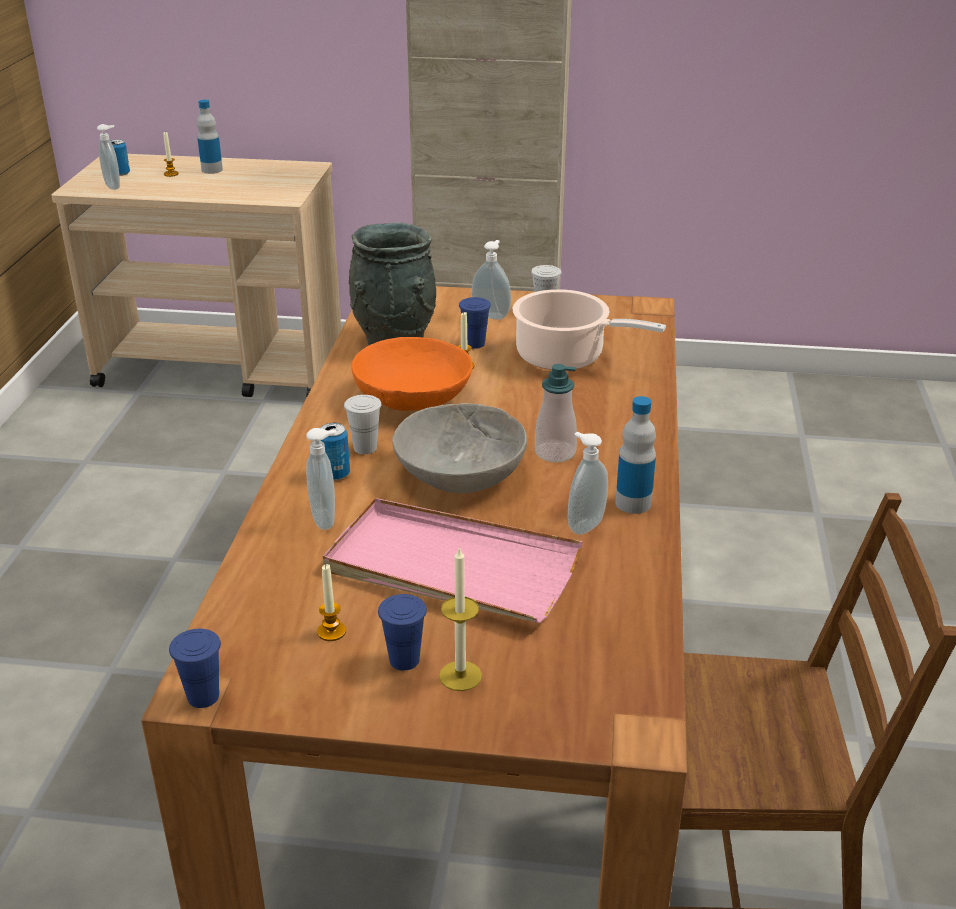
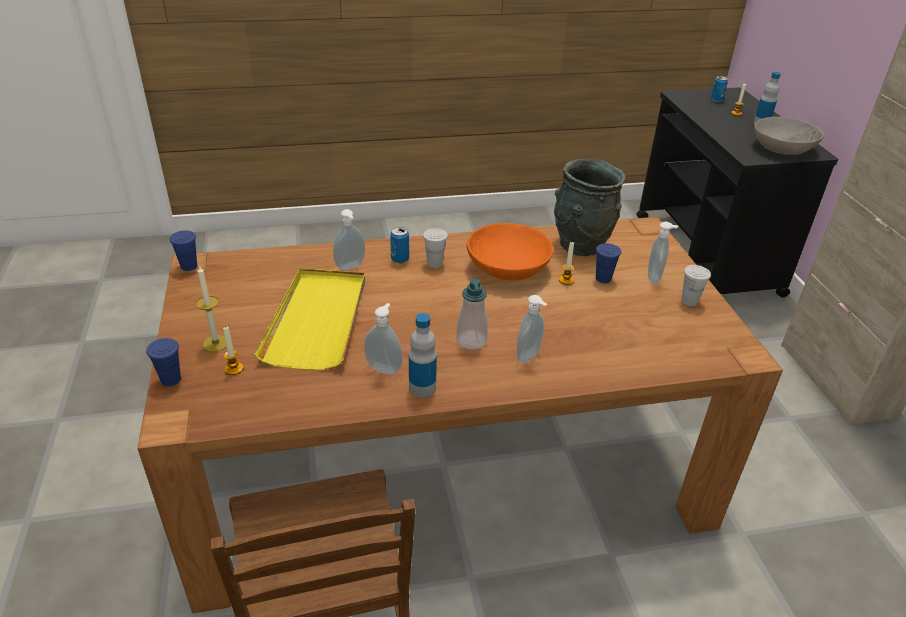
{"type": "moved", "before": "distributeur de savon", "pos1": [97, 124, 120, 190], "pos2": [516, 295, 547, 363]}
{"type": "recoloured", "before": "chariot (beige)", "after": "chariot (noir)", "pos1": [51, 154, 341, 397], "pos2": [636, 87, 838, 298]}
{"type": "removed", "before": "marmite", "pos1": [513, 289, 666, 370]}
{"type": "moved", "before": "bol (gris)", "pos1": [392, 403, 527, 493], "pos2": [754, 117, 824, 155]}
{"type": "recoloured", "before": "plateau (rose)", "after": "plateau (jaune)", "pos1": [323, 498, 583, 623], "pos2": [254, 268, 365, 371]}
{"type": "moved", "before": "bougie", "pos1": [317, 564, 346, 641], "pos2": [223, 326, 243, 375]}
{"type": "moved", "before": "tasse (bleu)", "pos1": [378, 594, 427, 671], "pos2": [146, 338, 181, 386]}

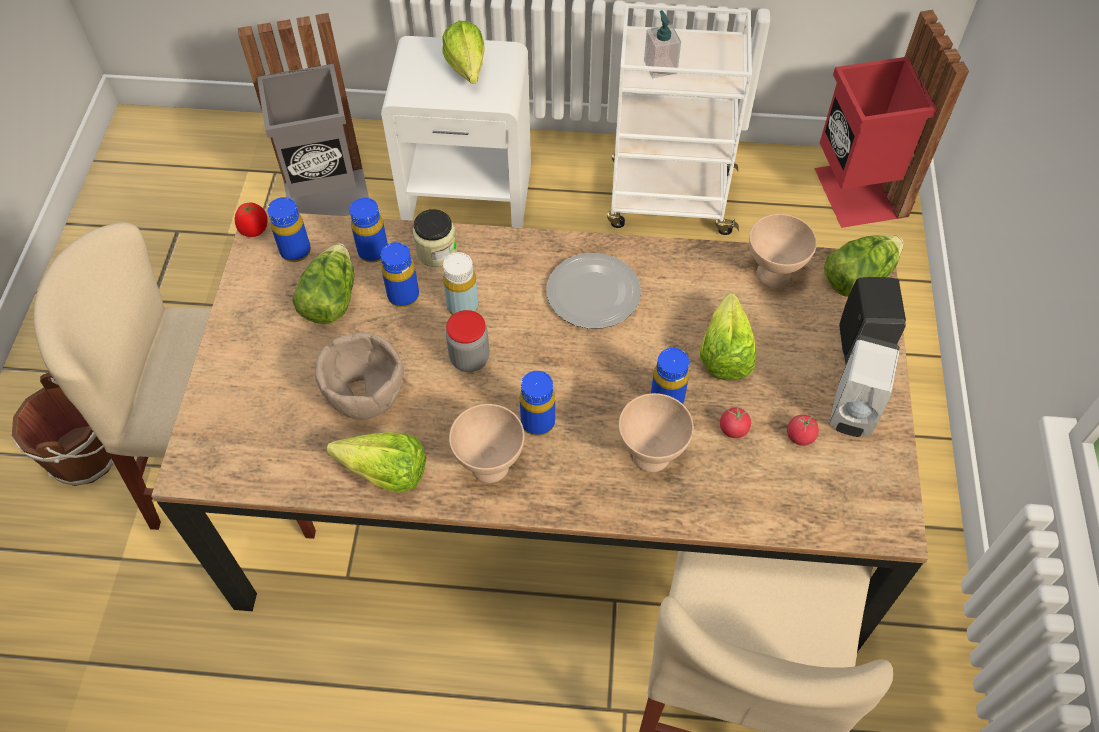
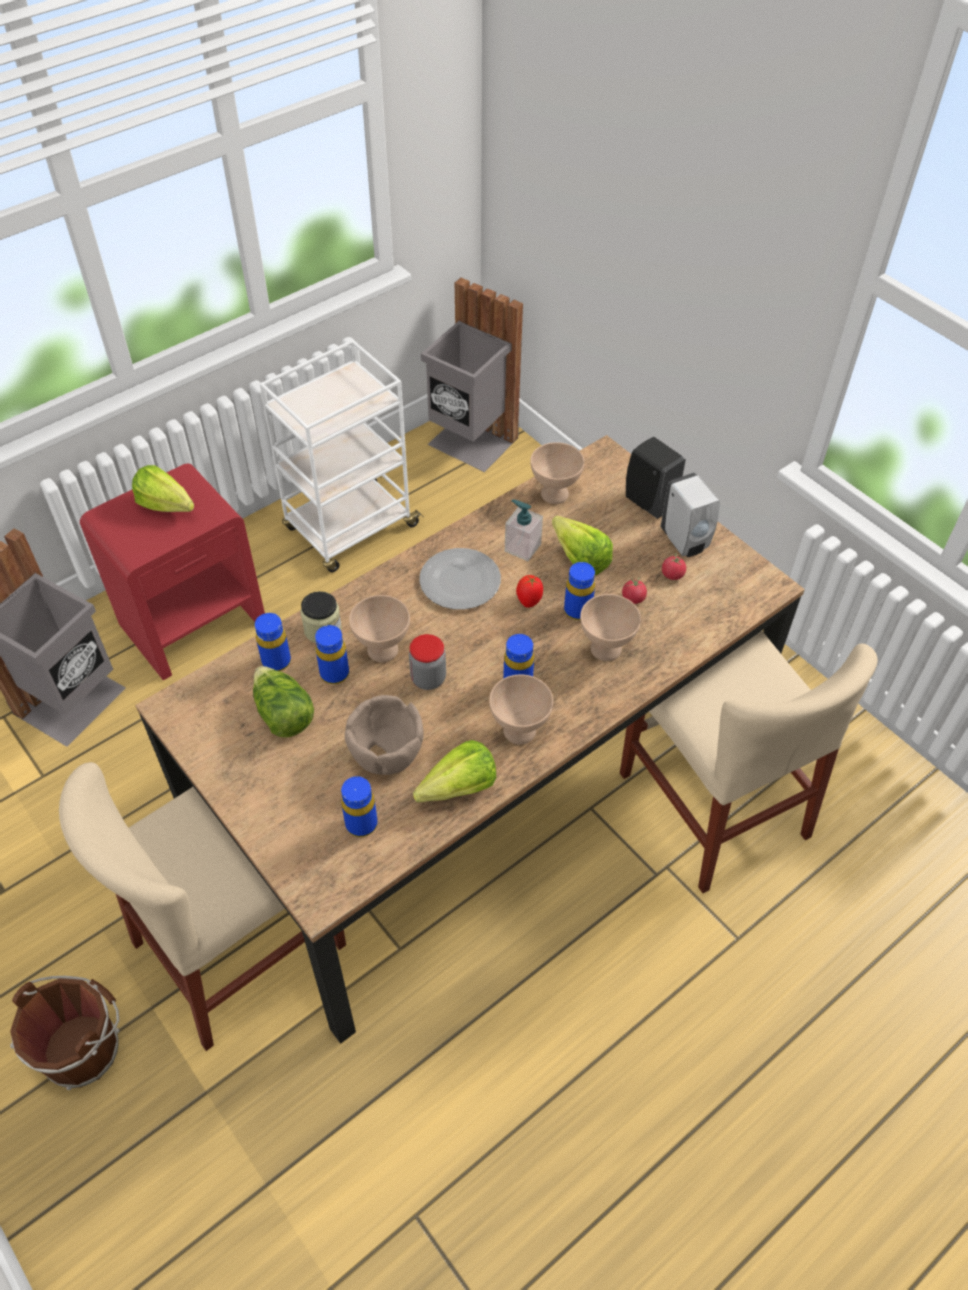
{"type": "moved", "before": "distributeur de savon", "pos1": [644, 10, 681, 78], "pos2": [505, 499, 543, 561]}
{"type": "recoloured", "before": "poubelle (rouge)", "after": "poubelle (gris)", "pos1": [814, 10, 969, 228], "pos2": [421, 278, 523, 472]}
{"type": "recoloured", "before": "table de chevet (blanc)", "after": "table de chevet (rouge)", "pos1": [381, 36, 531, 228], "pos2": [80, 464, 265, 680]}
{"type": "moved", "before": "bouteille (bleu)", "pos1": [268, 197, 311, 262], "pos2": [341, 776, 377, 837]}
{"type": "moved", "before": "tomate", "pos1": [235, 202, 267, 237], "pos2": [516, 575, 543, 608]}
{"type": "removed", "before": "laitue", "pos1": [824, 235, 903, 297]}
{"type": "replaced", "before": "bouteille (jaune)", "after": "bol (beige)", "pos1": [443, 252, 479, 315], "pos2": [349, 595, 410, 662]}

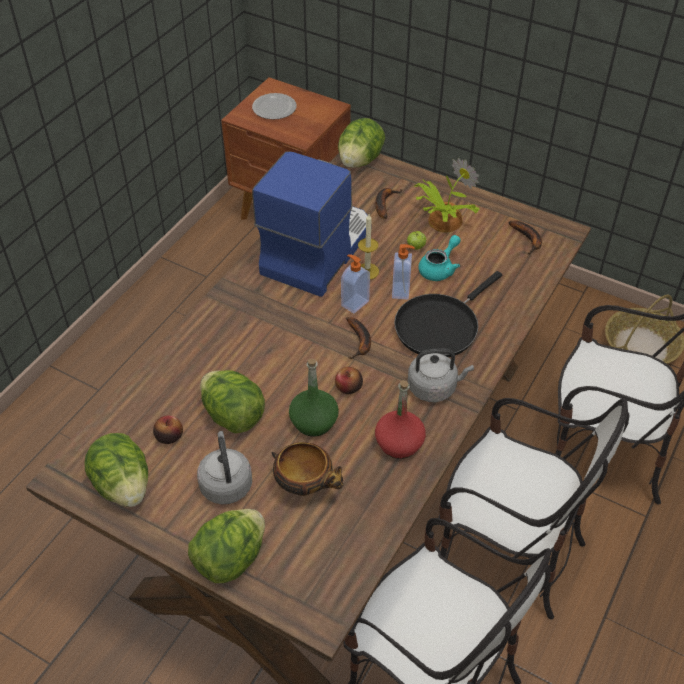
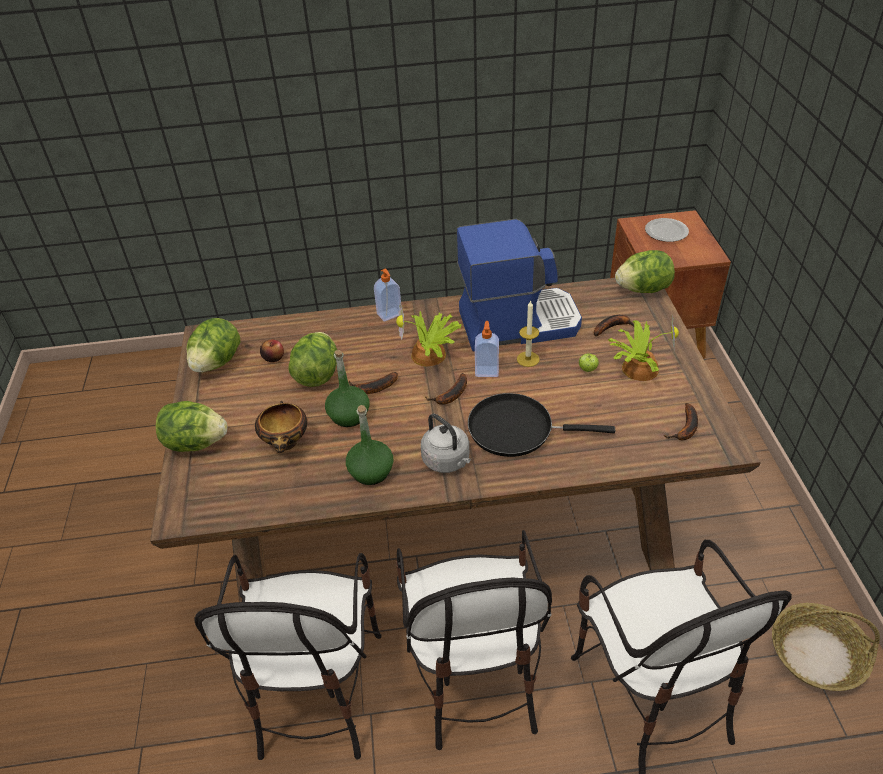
{"type": "removed", "before": "théière (turquoise)", "pos1": [419, 235, 461, 281]}
{"type": "moved", "before": "distributeur de savon", "pos1": [392, 244, 415, 300], "pos2": [374, 268, 401, 322]}
{"type": "removed", "before": "pomme", "pos1": [335, 367, 363, 394]}
{"type": "recoloured", "before": "bouteille (rouge)", "after": "bouteille (vert)", "pos1": [375, 380, 426, 459], "pos2": [346, 405, 393, 485]}
{"type": "removed", "before": "bouilloire (gris)", "pos1": [197, 431, 252, 504]}
{"type": "added", "after": "plante en pot", "pos2": [396, 305, 461, 367]}
{"type": "added", "after": "banane", "pos2": [349, 372, 398, 394]}

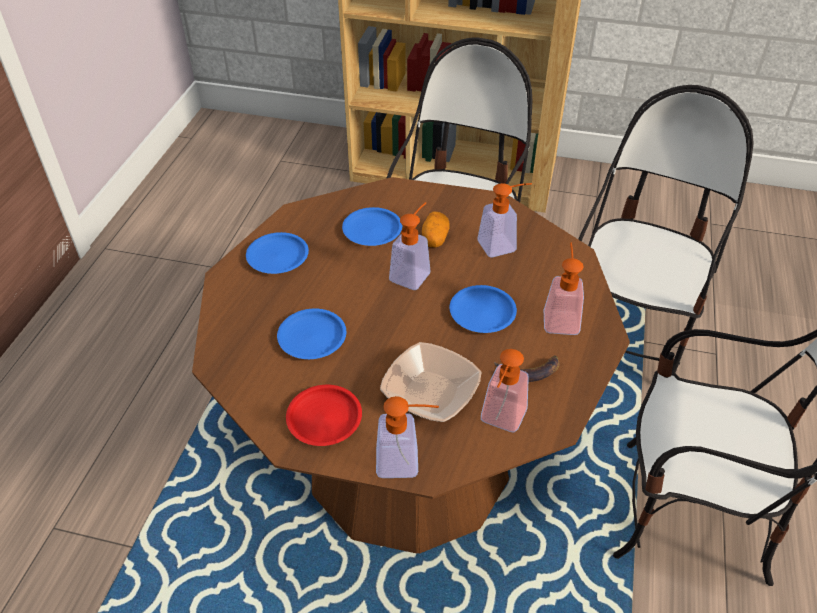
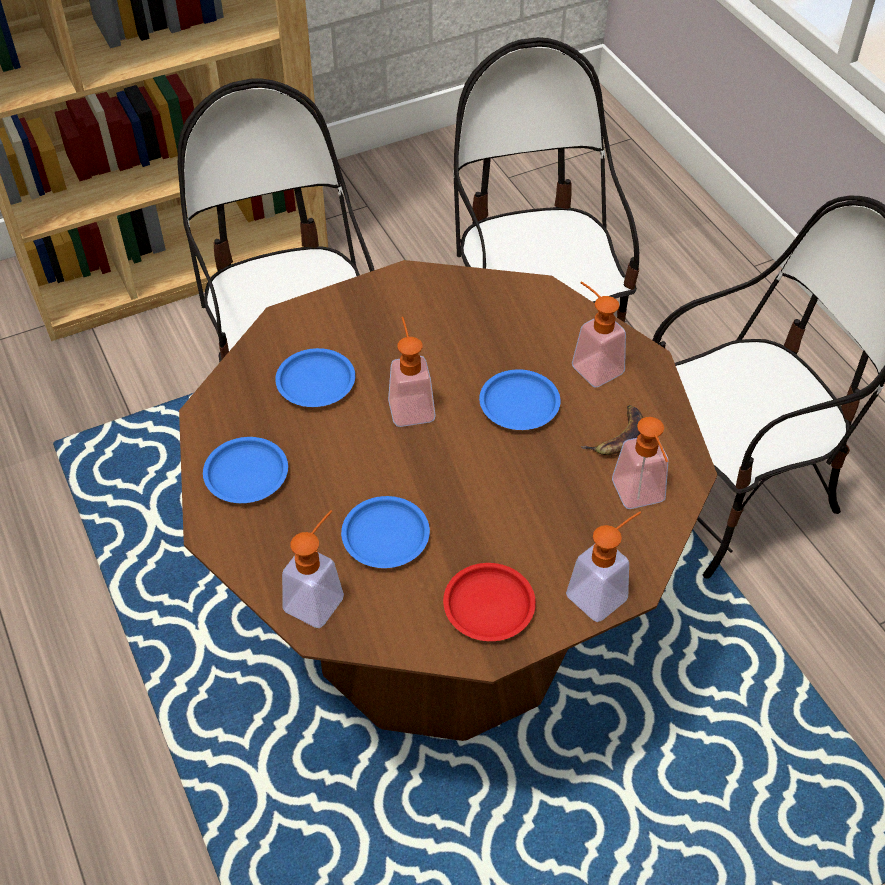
{"type": "moved", "before": "distributeur de savon", "pos1": [477, 183, 532, 257], "pos2": [282, 510, 344, 628]}
{"type": "removed", "before": "pomme de terre", "pos1": [422, 211, 450, 248]}
{"type": "removed", "before": "bol", "pos1": [380, 342, 481, 422]}

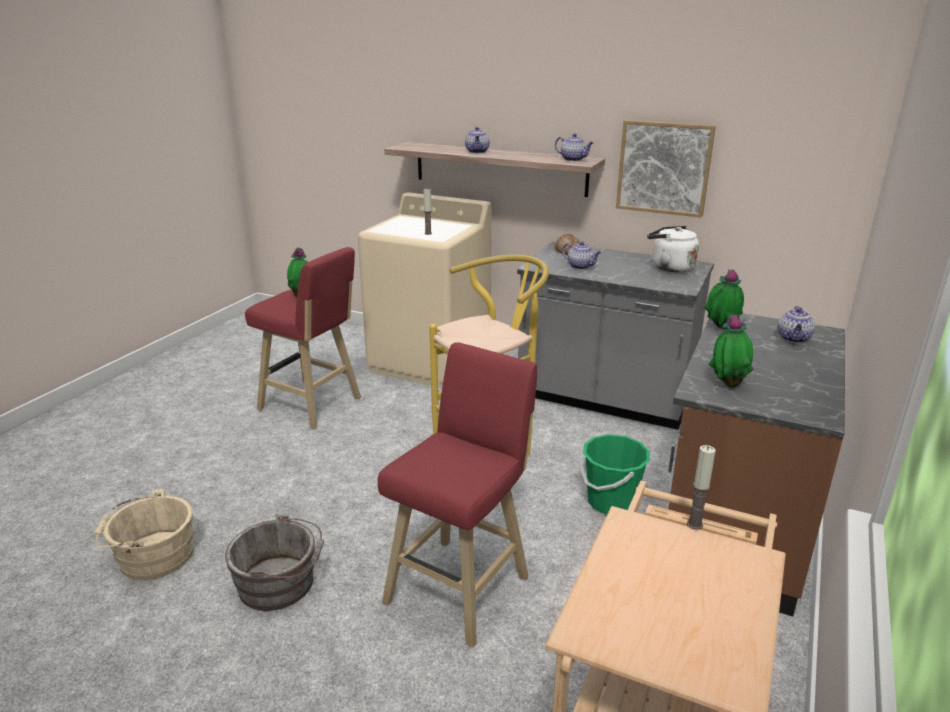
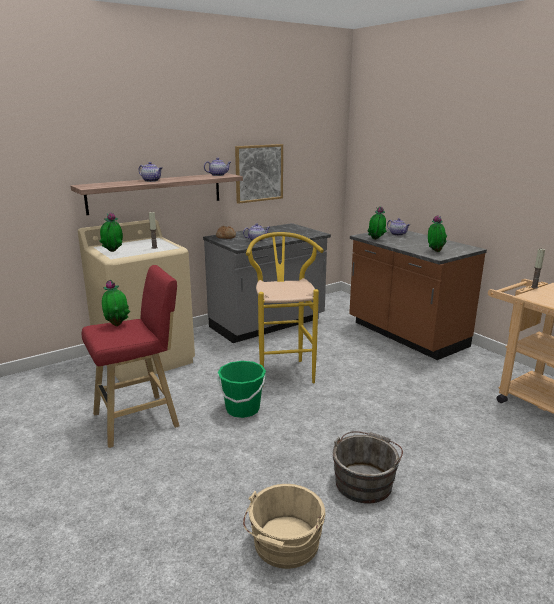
{"type": "removed", "before": "bouilloire (blanc)", "pos1": [647, 226, 699, 272]}
{"type": "removed", "before": "tabouret (rouge)", "pos1": [378, 342, 537, 648]}
{"type": "moved", "before": "seau (vert)", "pos1": [581, 434, 650, 514], "pos2": [217, 361, 266, 418]}
{"type": "added", "after": "plante en pot", "pos2": [99, 212, 123, 252]}

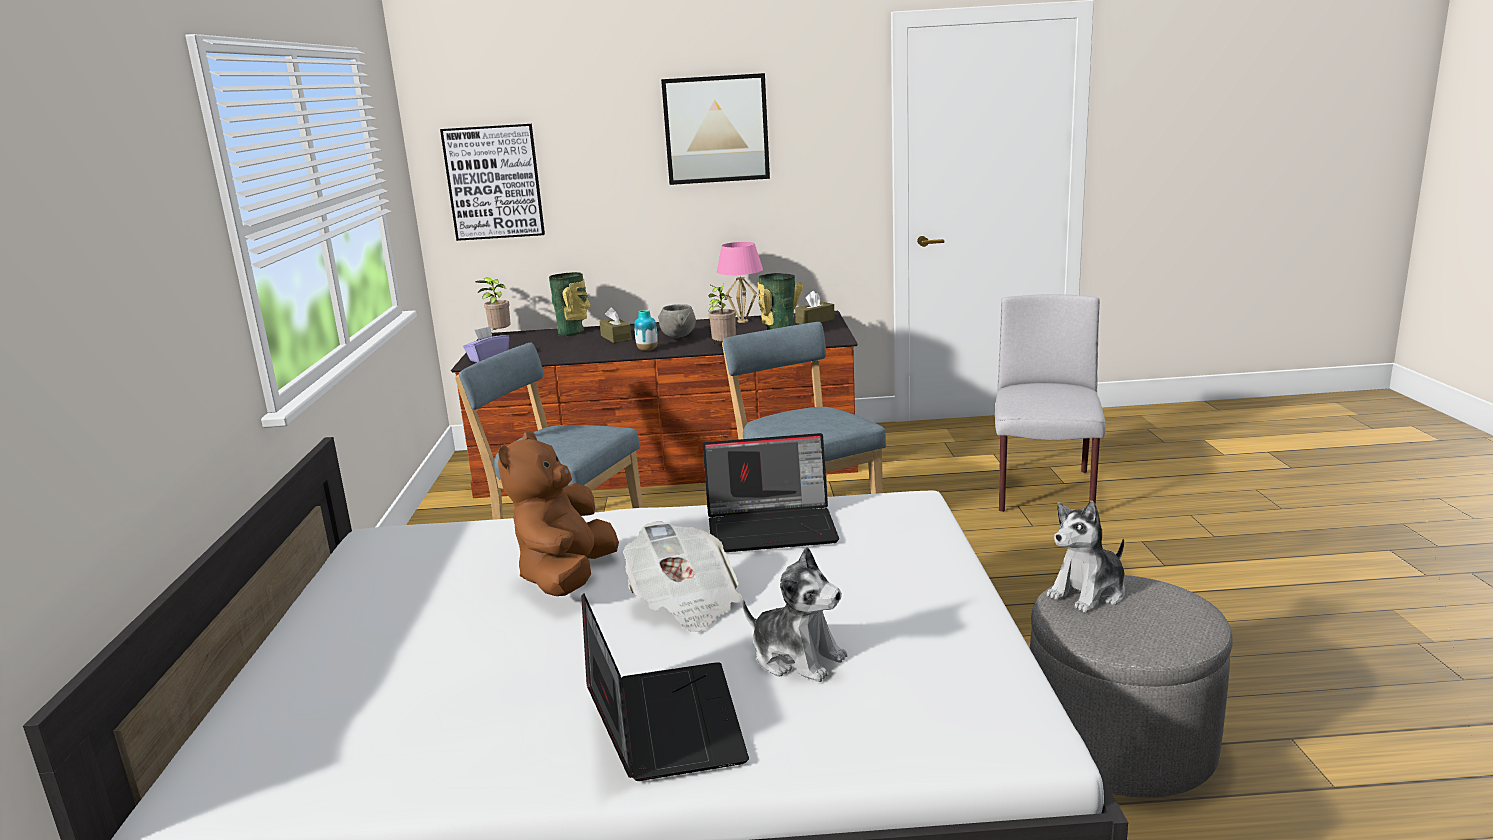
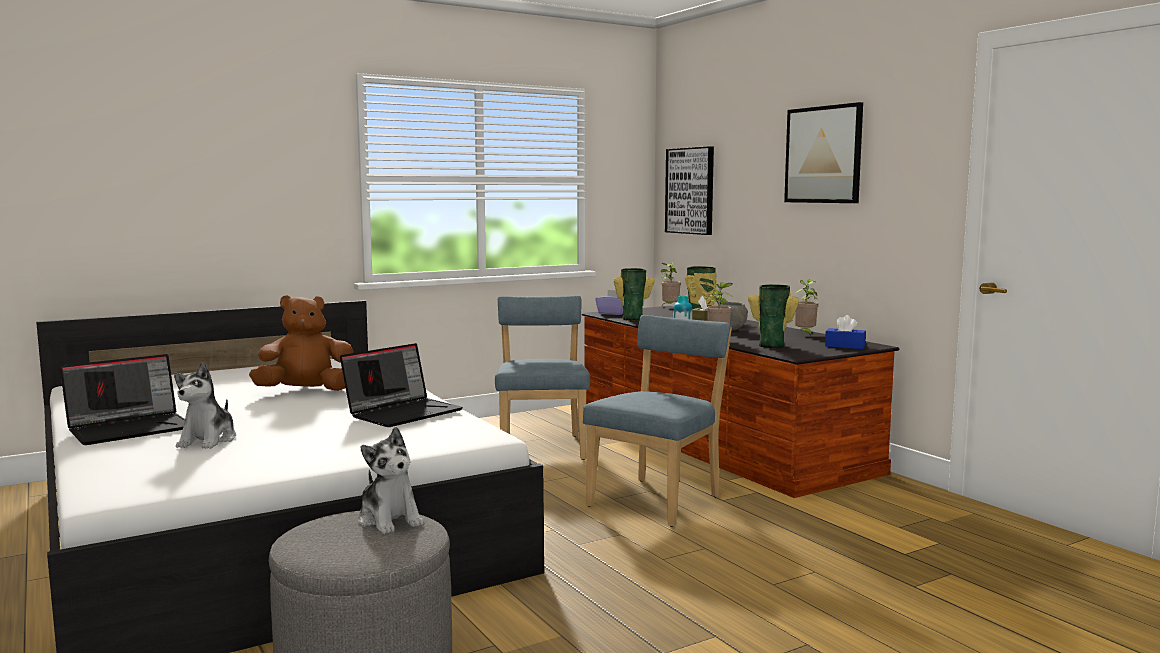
{"type": "replaced", "before": "lampe de table (rose)", "after": "plante en pot", "pos1": [717, 242, 763, 323], "pos2": [795, 280, 819, 336]}
{"type": "recoloured", "before": "boîte à mouchoirs (marron)", "after": "boîte à mouchoirs (bleu)", "pos1": [795, 291, 835, 324], "pos2": [825, 315, 866, 349]}
{"type": "removed", "before": "chaise (gris)", "pos1": [995, 294, 1106, 512]}
{"type": "turned", "before": "ordinateur portable", "pos1": [703, 433, 839, 552], "pos2": [340, 343, 463, 427], "turn": -105}
{"type": "turned", "before": "peluche", "pos1": [1047, 501, 1125, 613], "pos2": [358, 427, 424, 534], "turn": -150}
{"type": "removed", "before": "journal", "pos1": [623, 521, 742, 632]}
{"type": "added", "after": "vase", "pos2": [614, 268, 655, 321]}

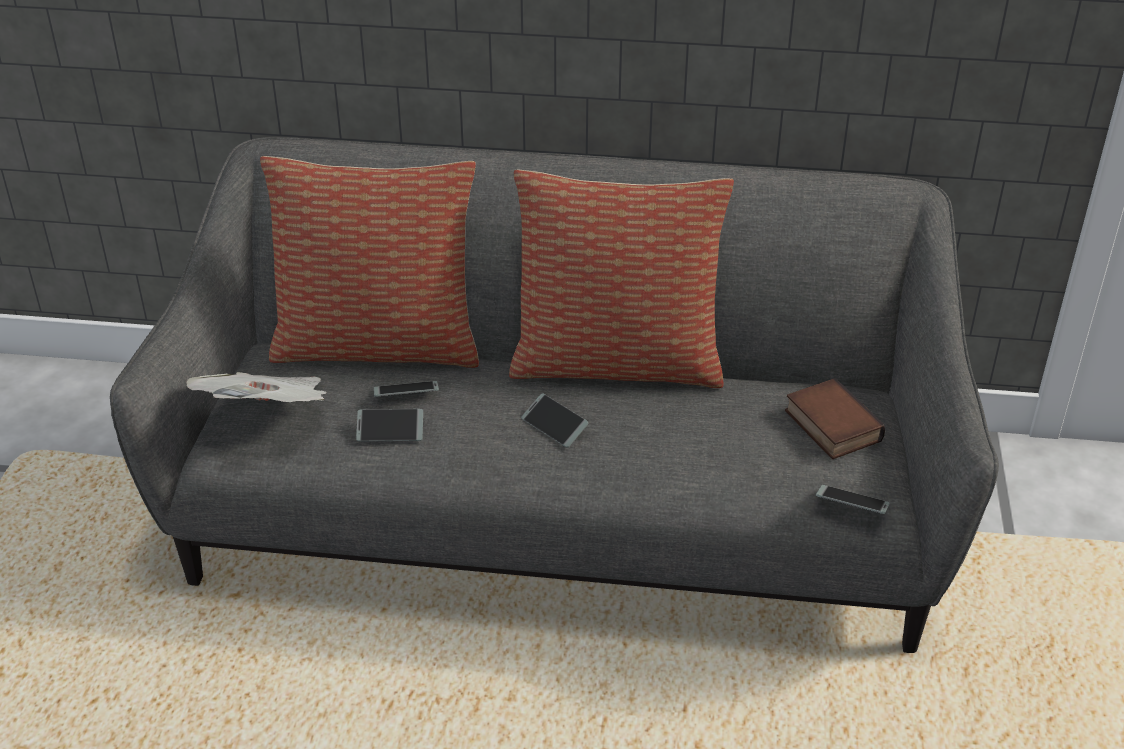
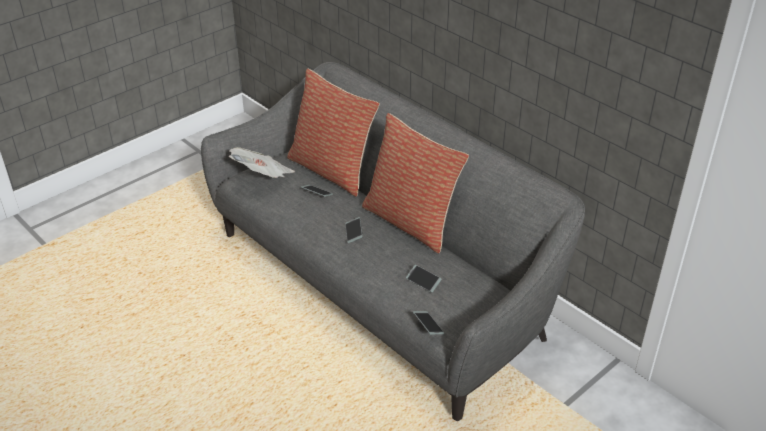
{"type": "removed", "before": "livre", "pos1": [785, 378, 885, 459]}
{"type": "moved", "before": "téléphone", "pos1": [356, 409, 423, 441], "pos2": [406, 265, 442, 292]}

